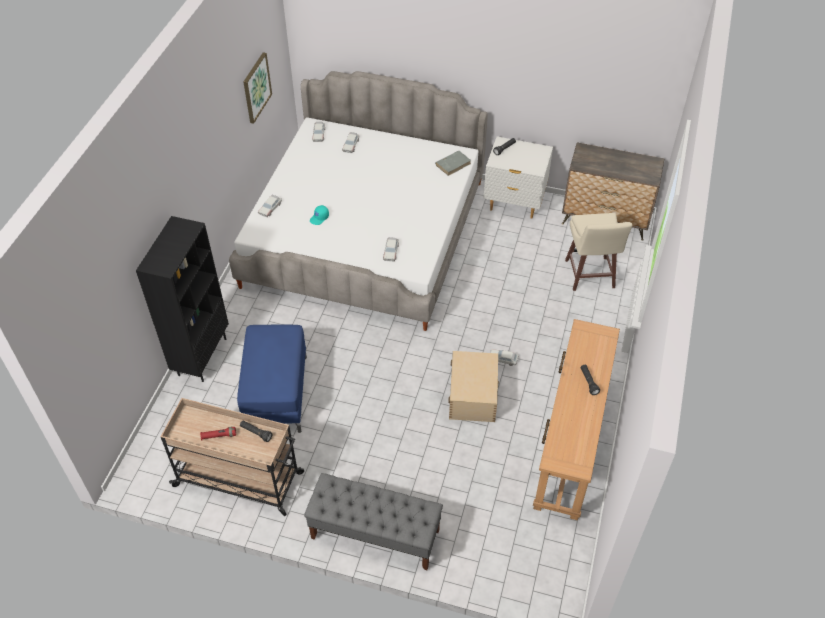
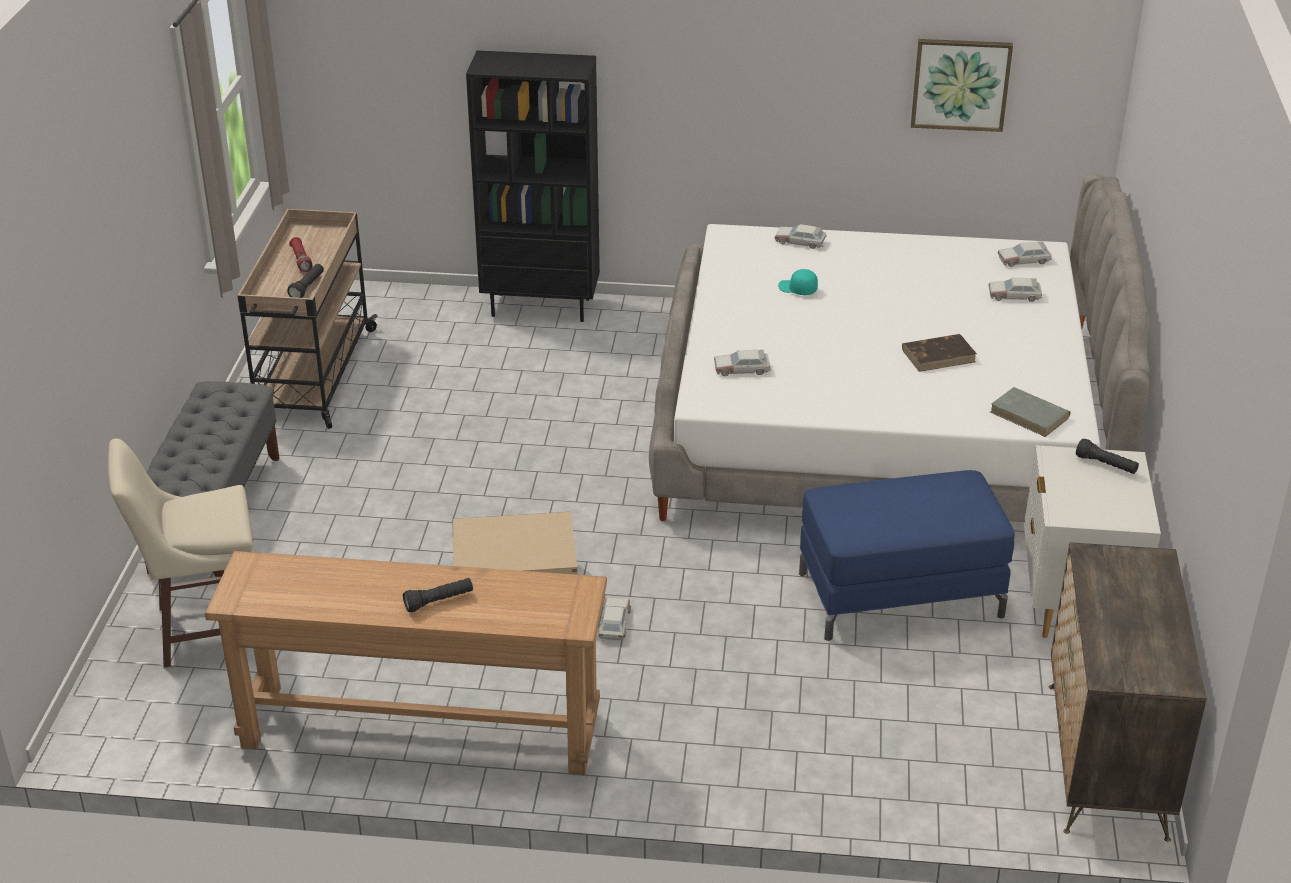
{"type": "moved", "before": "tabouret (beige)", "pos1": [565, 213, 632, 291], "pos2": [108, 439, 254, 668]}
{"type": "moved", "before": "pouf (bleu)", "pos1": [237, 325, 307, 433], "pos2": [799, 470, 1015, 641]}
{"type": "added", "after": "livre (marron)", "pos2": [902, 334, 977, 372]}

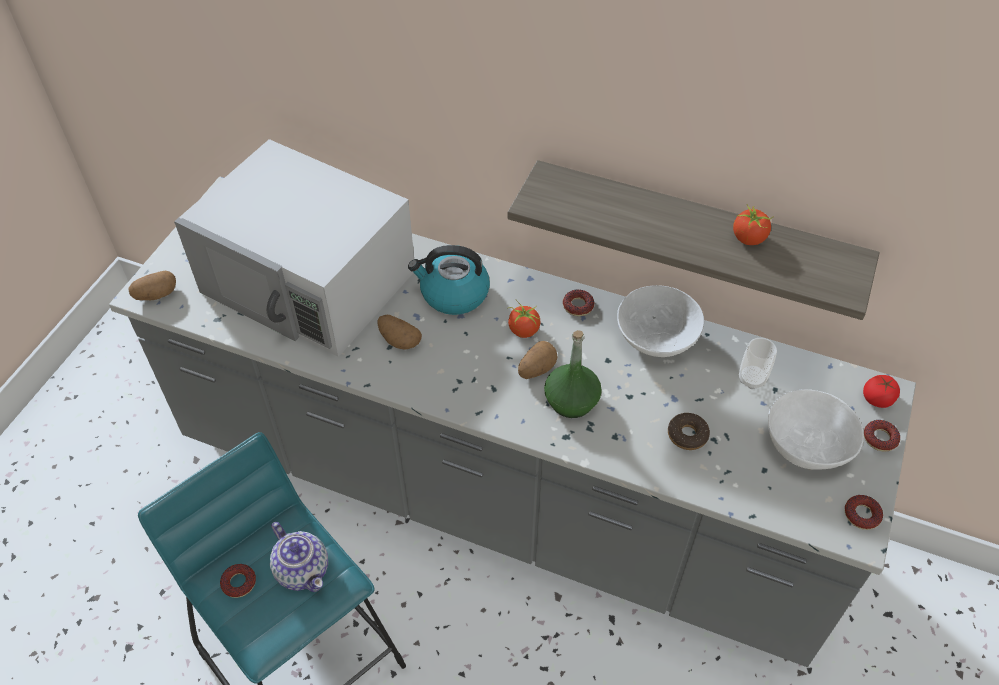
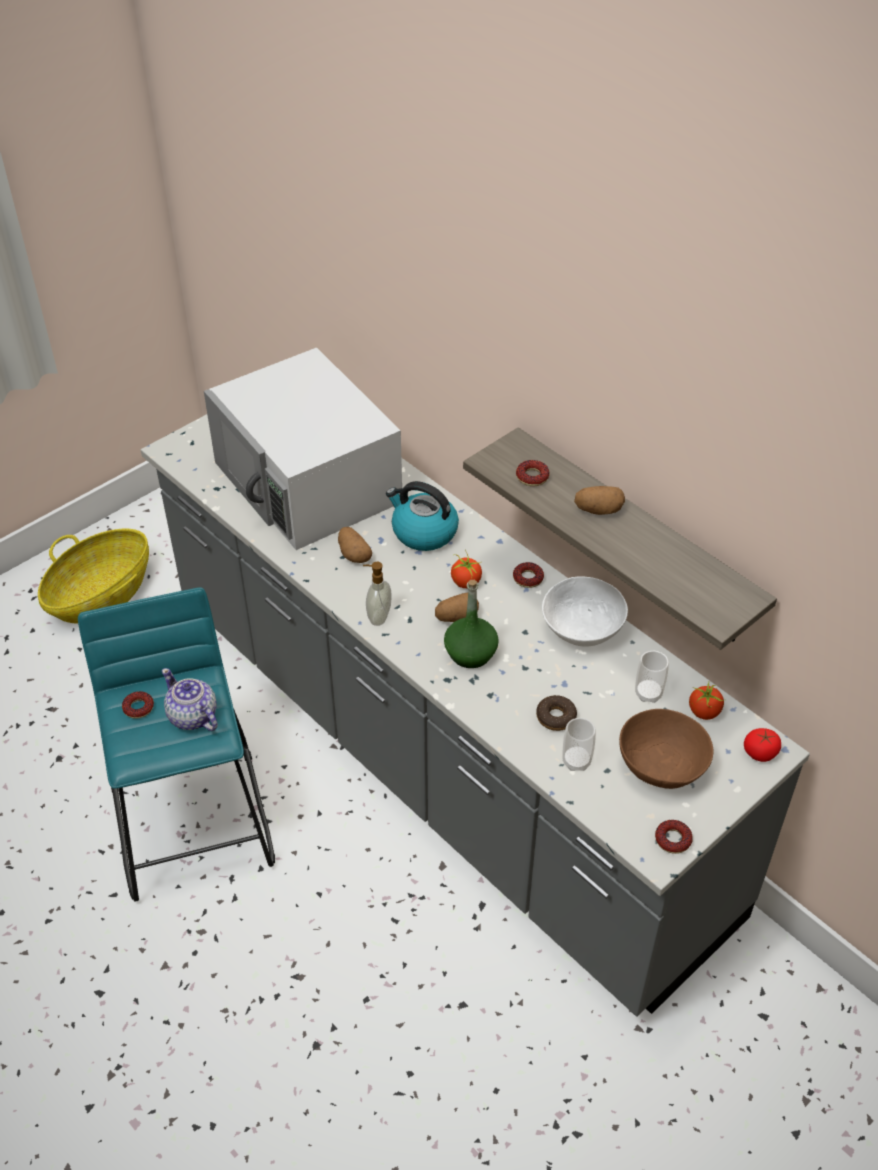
{"type": "moved", "before": "tomate", "pos1": [733, 205, 772, 245], "pos2": [689, 682, 724, 720]}
{"type": "moved", "before": "pomme de terre", "pos1": [128, 271, 176, 300], "pos2": [574, 486, 625, 515]}
{"type": "recoloured", "before": "bol (blanc)", "after": "bol (marron)", "pos1": [768, 389, 864, 470], "pos2": [619, 709, 713, 789]}
{"type": "moved", "before": "beignet", "pos1": [864, 420, 900, 452], "pos2": [516, 460, 550, 486]}
{"type": "turned", "before": "théière", "pos1": [270, 522, 328, 592], "pos2": [162, 668, 218, 731], "turn": 150}
{"type": "added", "after": "panier", "pos2": [38, 529, 149, 623]}
{"type": "added", "after": "distributeur de savon", "pos2": [363, 562, 392, 626]}
{"type": "added", "after": "tasse", "pos2": [562, 718, 596, 771]}

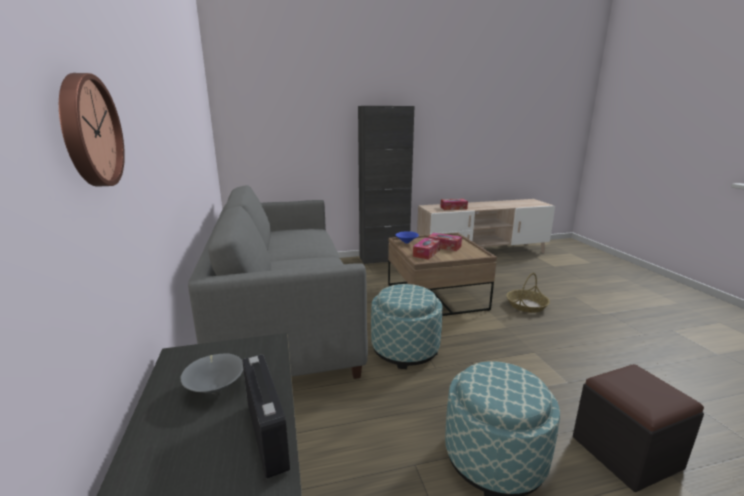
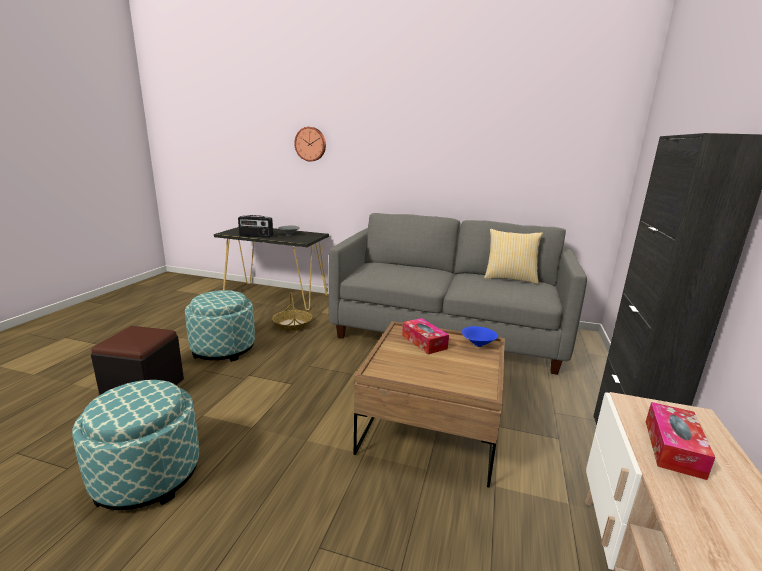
{"type": "removed", "before": "boîte à mouchoirs", "pos1": [428, 233, 462, 251]}
{"type": "moved", "before": "panier", "pos1": [506, 273, 550, 313], "pos2": [272, 292, 312, 331]}
{"type": "moved", "before": "pouf", "pos1": [371, 284, 443, 369], "pos2": [72, 380, 199, 510]}
{"type": "added", "after": "coussin", "pos2": [484, 229, 543, 284]}

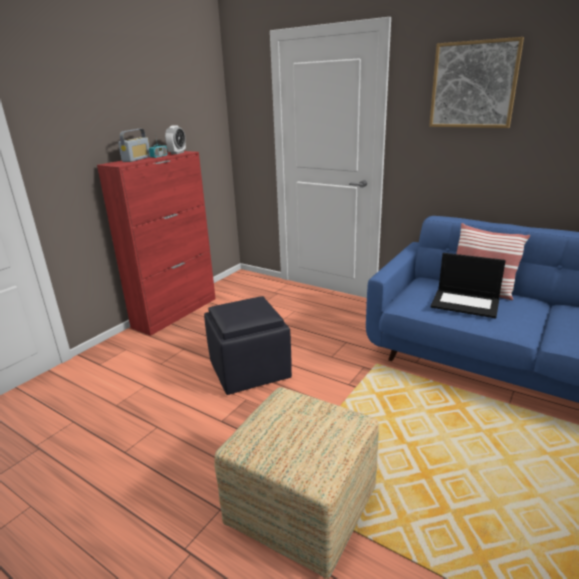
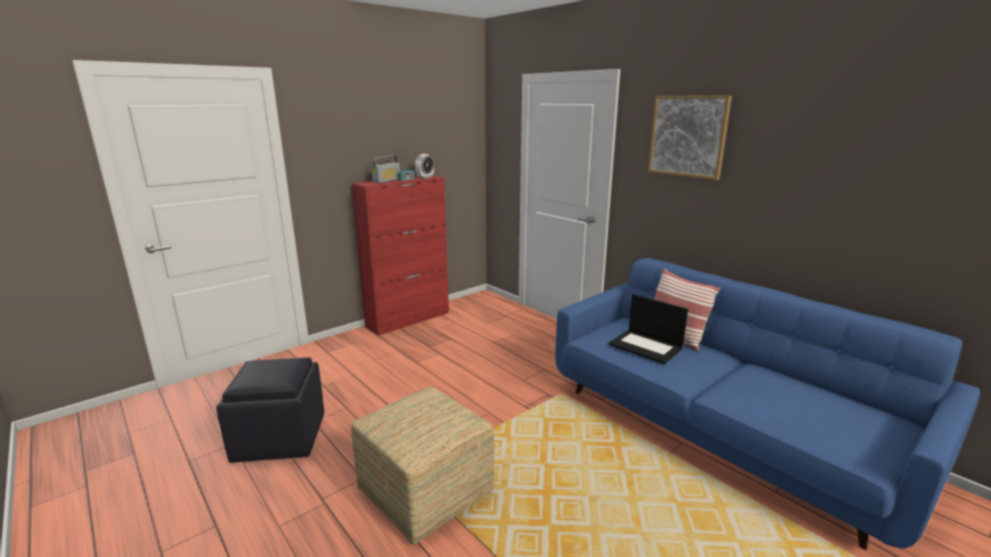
{"type": "moved", "before": "pouf (noir)", "pos1": [204, 296, 292, 395], "pos2": [217, 358, 324, 463]}

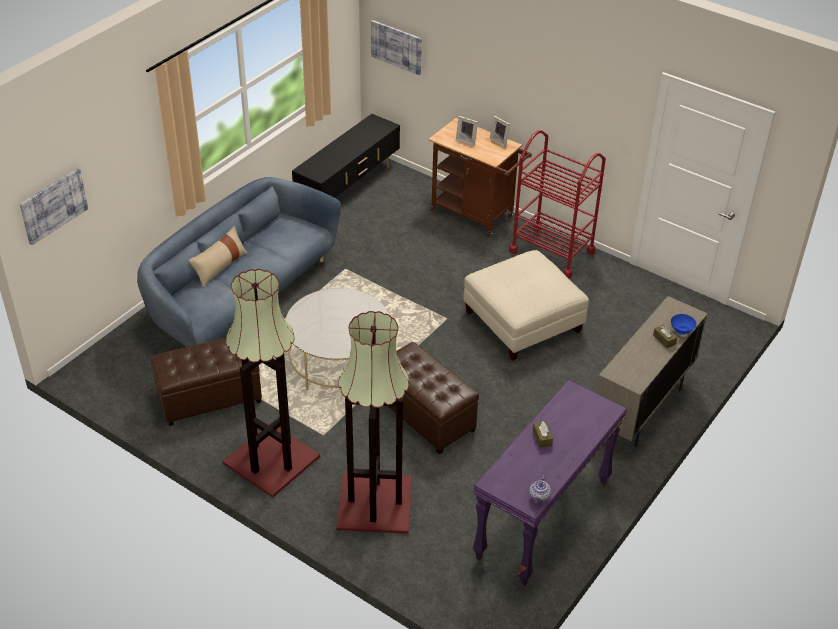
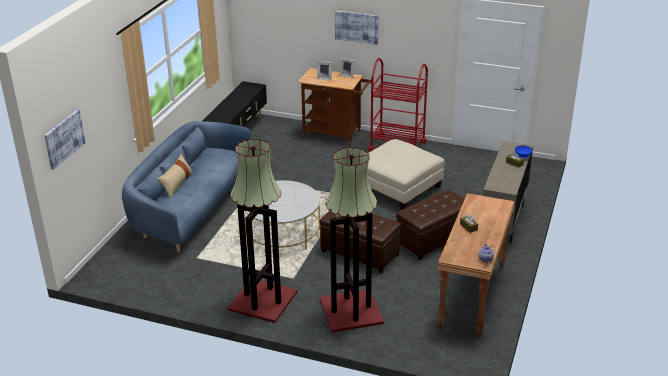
{"type": "moved", "before": "tableau", "pos1": [371, 20, 422, 75], "pos2": [335, 11, 379, 45]}
{"type": "moved", "before": "pouf (marron)", "pos1": [150, 338, 262, 426], "pos2": [396, 189, 465, 260]}
{"type": "recoloured", "before": "table console (violet)", "after": "table console (marron)", "pos1": [473, 380, 627, 586], "pos2": [437, 193, 515, 337]}

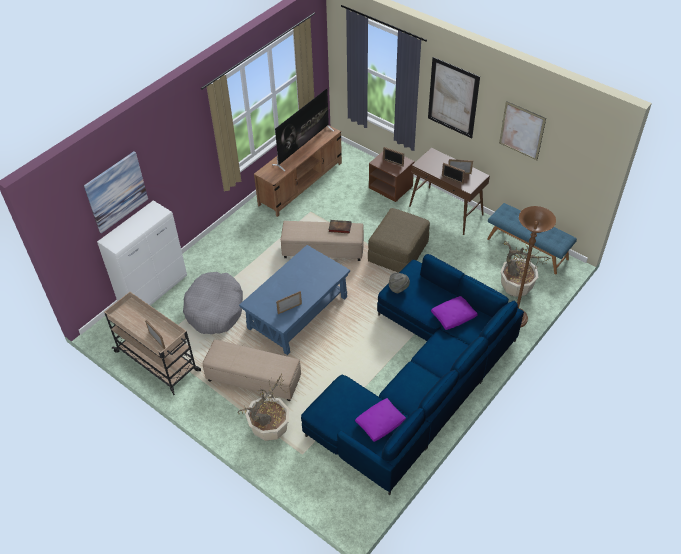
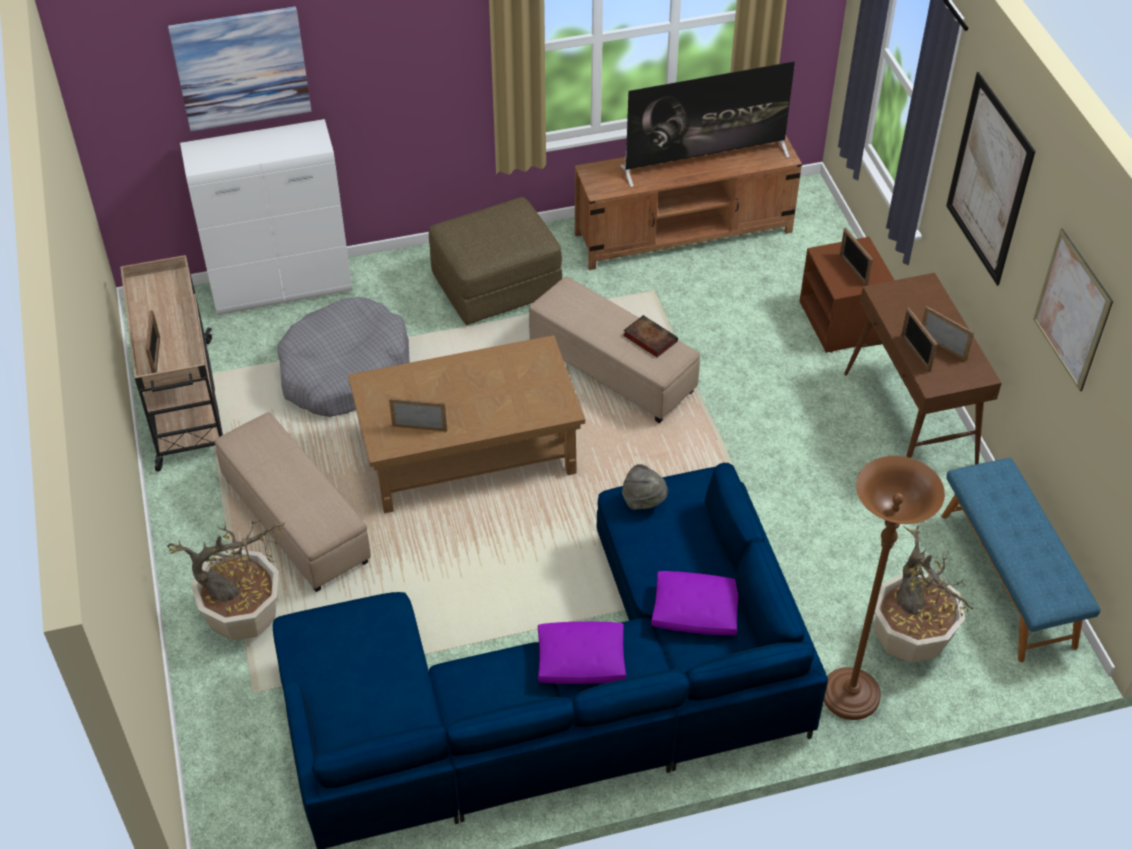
{"type": "moved", "before": "pouf (marron)", "pos1": [368, 208, 430, 273], "pos2": [429, 197, 562, 325]}
{"type": "recoloured", "before": "table basse (bleu)", "after": "table basse (marron)", "pos1": [239, 245, 350, 355], "pos2": [348, 335, 585, 513]}
{"type": "moved", "before": "coussin (violet)", "pos1": [355, 398, 406, 442], "pos2": [538, 621, 627, 684]}

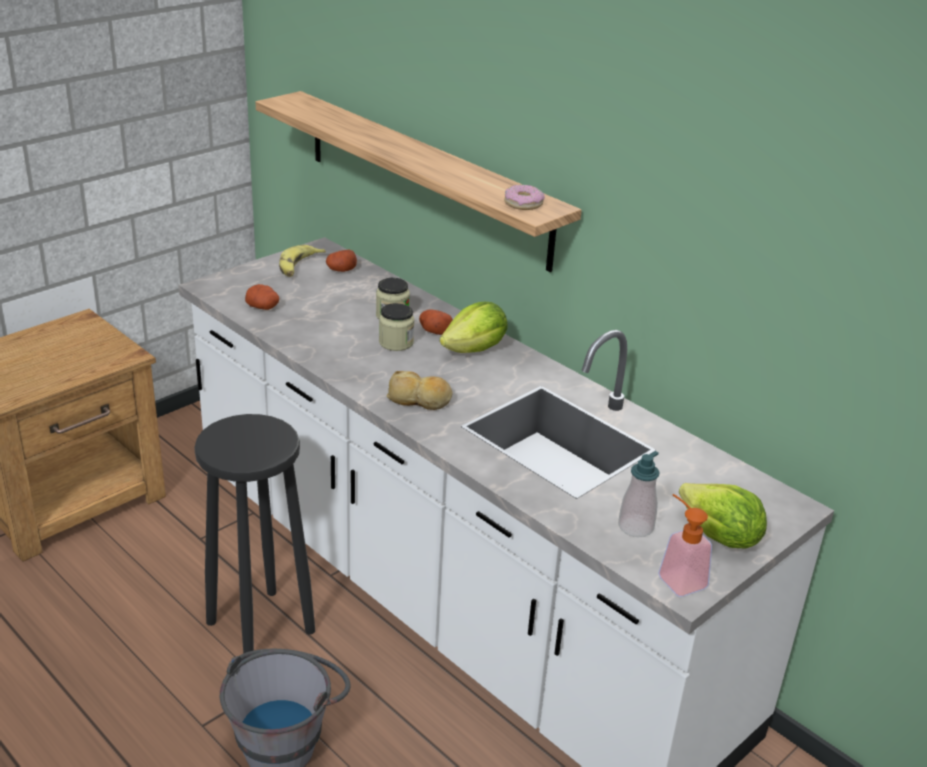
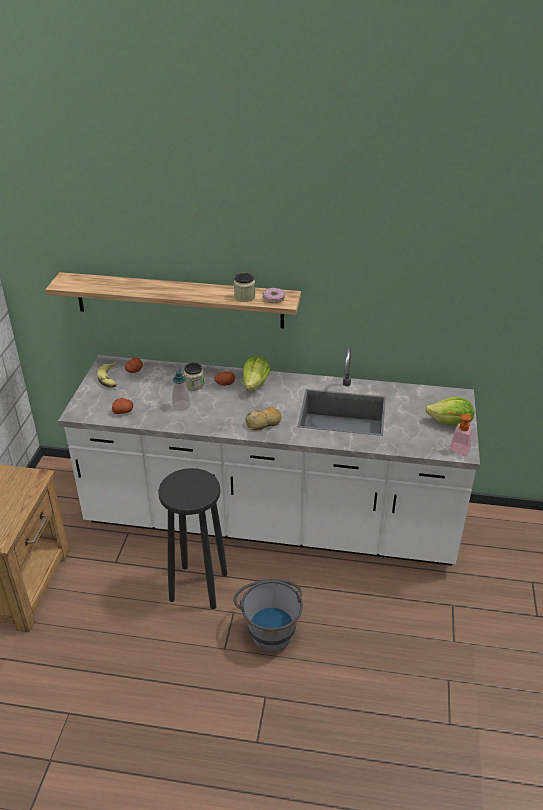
{"type": "moved", "before": "bocal", "pos1": [379, 303, 415, 351], "pos2": [234, 273, 255, 302]}
{"type": "moved", "before": "distributeur de savon", "pos1": [618, 451, 660, 537], "pos2": [172, 368, 190, 411]}

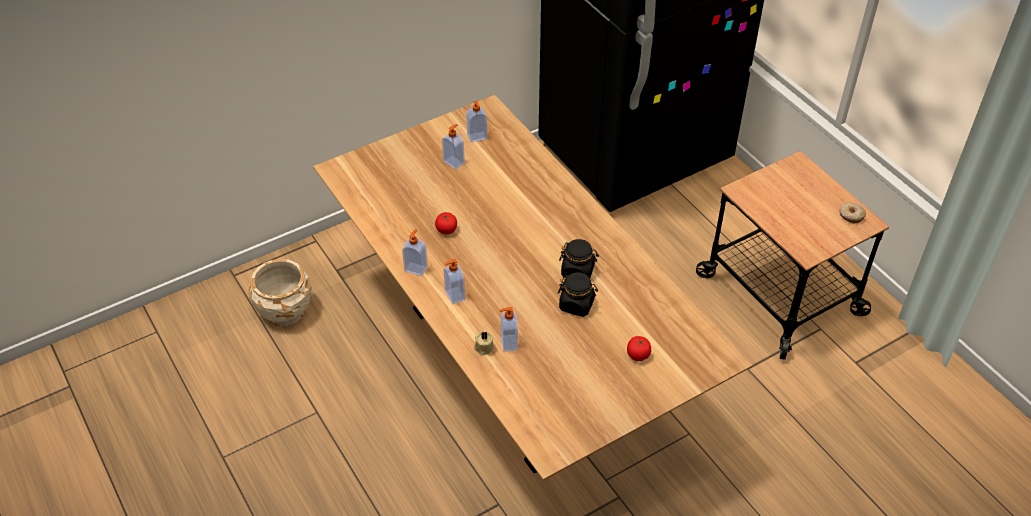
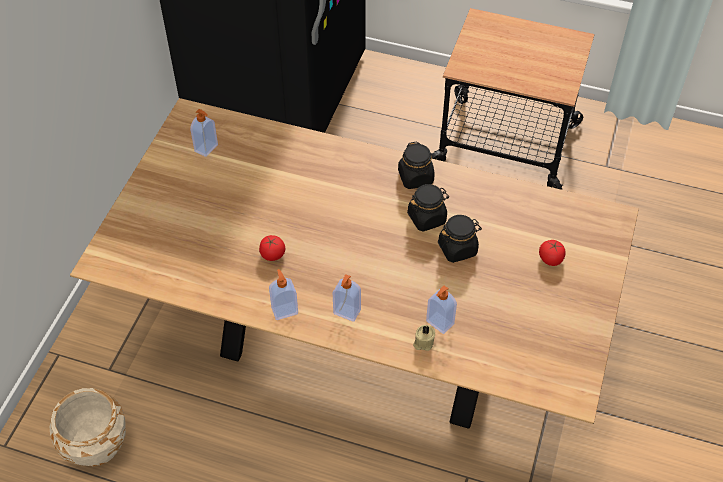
{"type": "removed", "before": "distributeur de savon", "pos1": [442, 124, 465, 170]}
{"type": "removed", "before": "beignet", "pos1": [840, 203, 866, 224]}
{"type": "added", "after": "bocal (noir)", "pos2": [398, 142, 435, 189]}

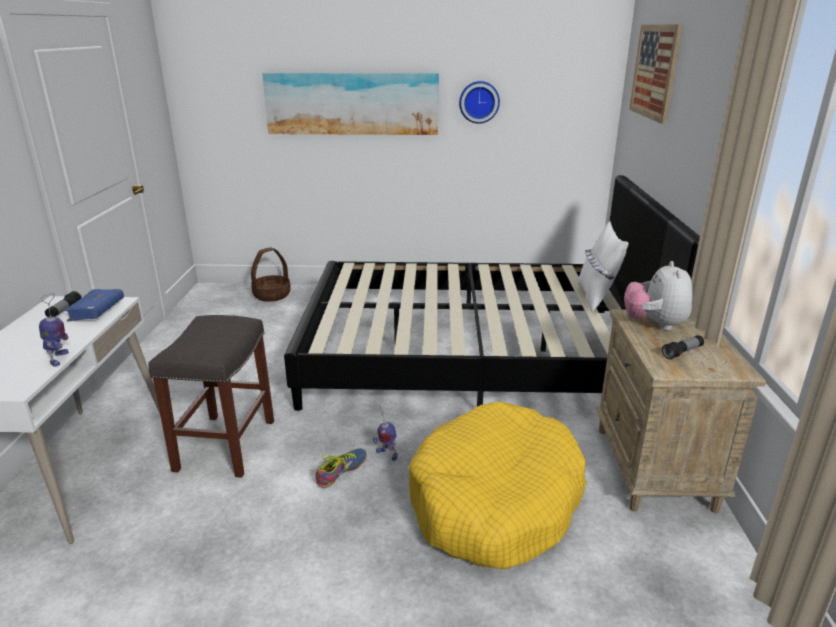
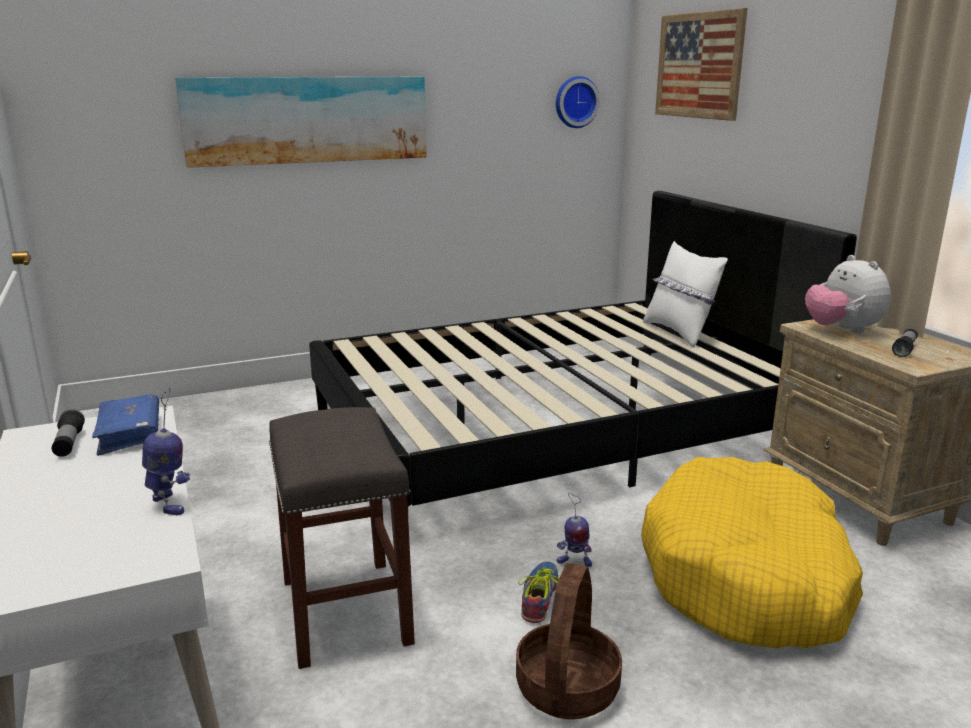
{"type": "moved", "before": "horloge murale", "pos1": [459, 81, 500, 124], "pos2": [556, 76, 600, 128]}
{"type": "moved", "before": "panier", "pos1": [251, 247, 291, 302], "pos2": [516, 563, 622, 719]}

